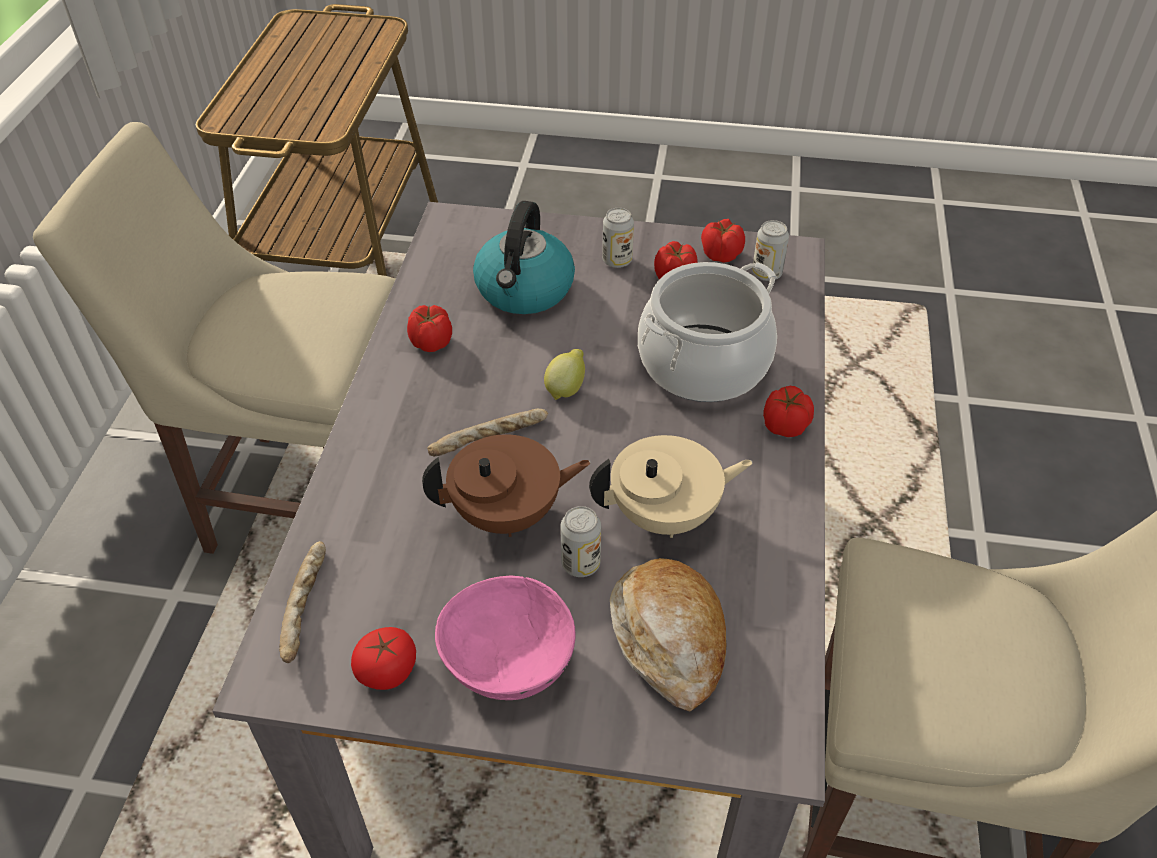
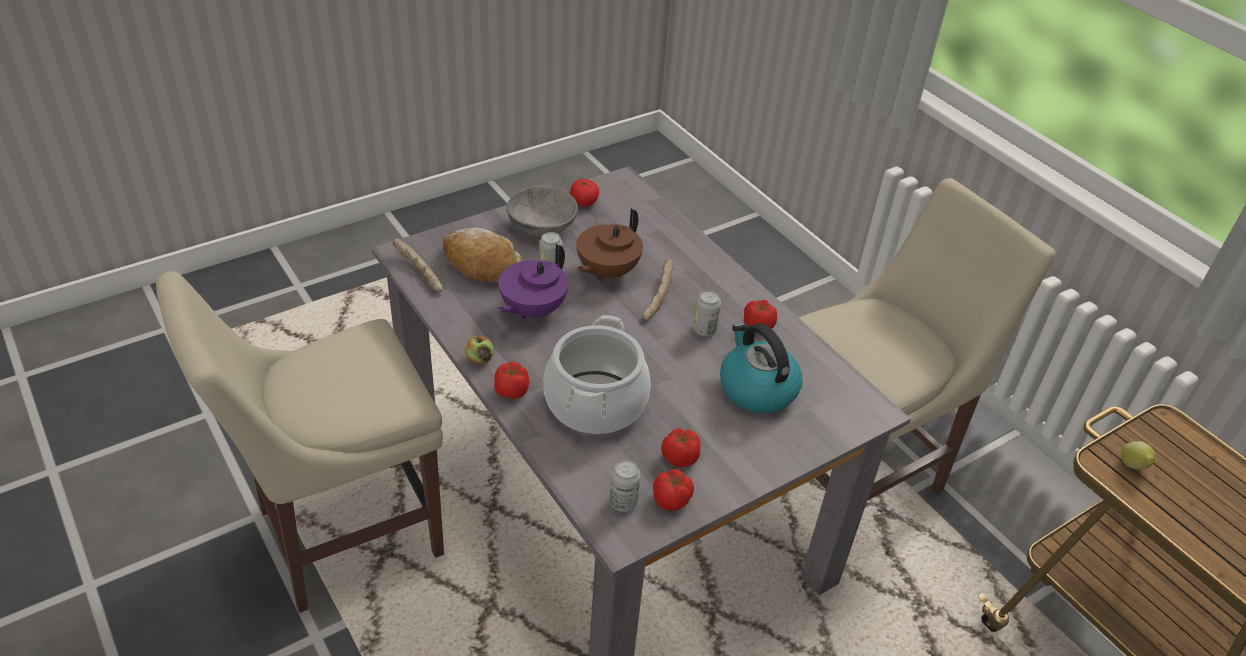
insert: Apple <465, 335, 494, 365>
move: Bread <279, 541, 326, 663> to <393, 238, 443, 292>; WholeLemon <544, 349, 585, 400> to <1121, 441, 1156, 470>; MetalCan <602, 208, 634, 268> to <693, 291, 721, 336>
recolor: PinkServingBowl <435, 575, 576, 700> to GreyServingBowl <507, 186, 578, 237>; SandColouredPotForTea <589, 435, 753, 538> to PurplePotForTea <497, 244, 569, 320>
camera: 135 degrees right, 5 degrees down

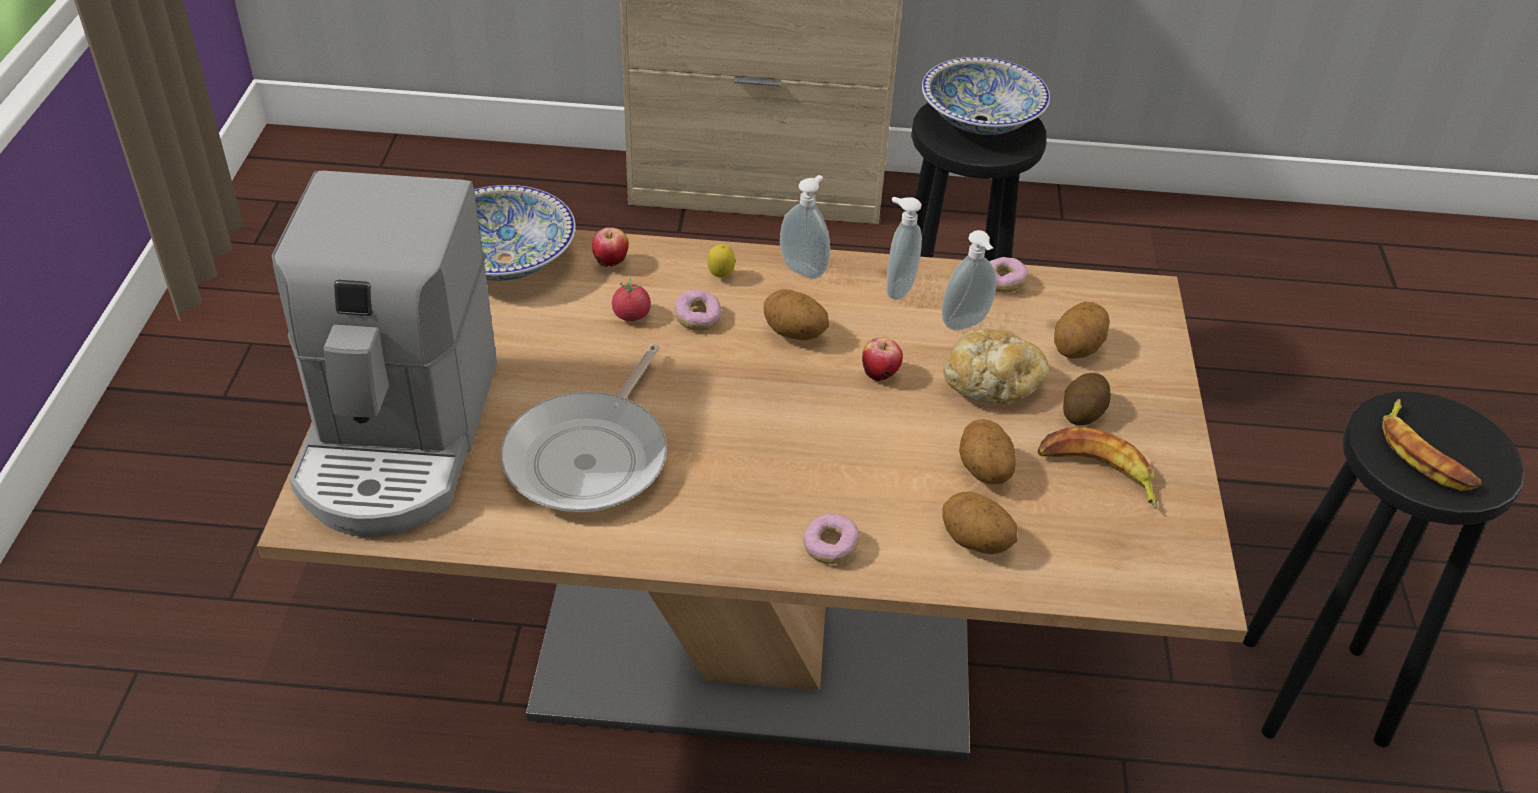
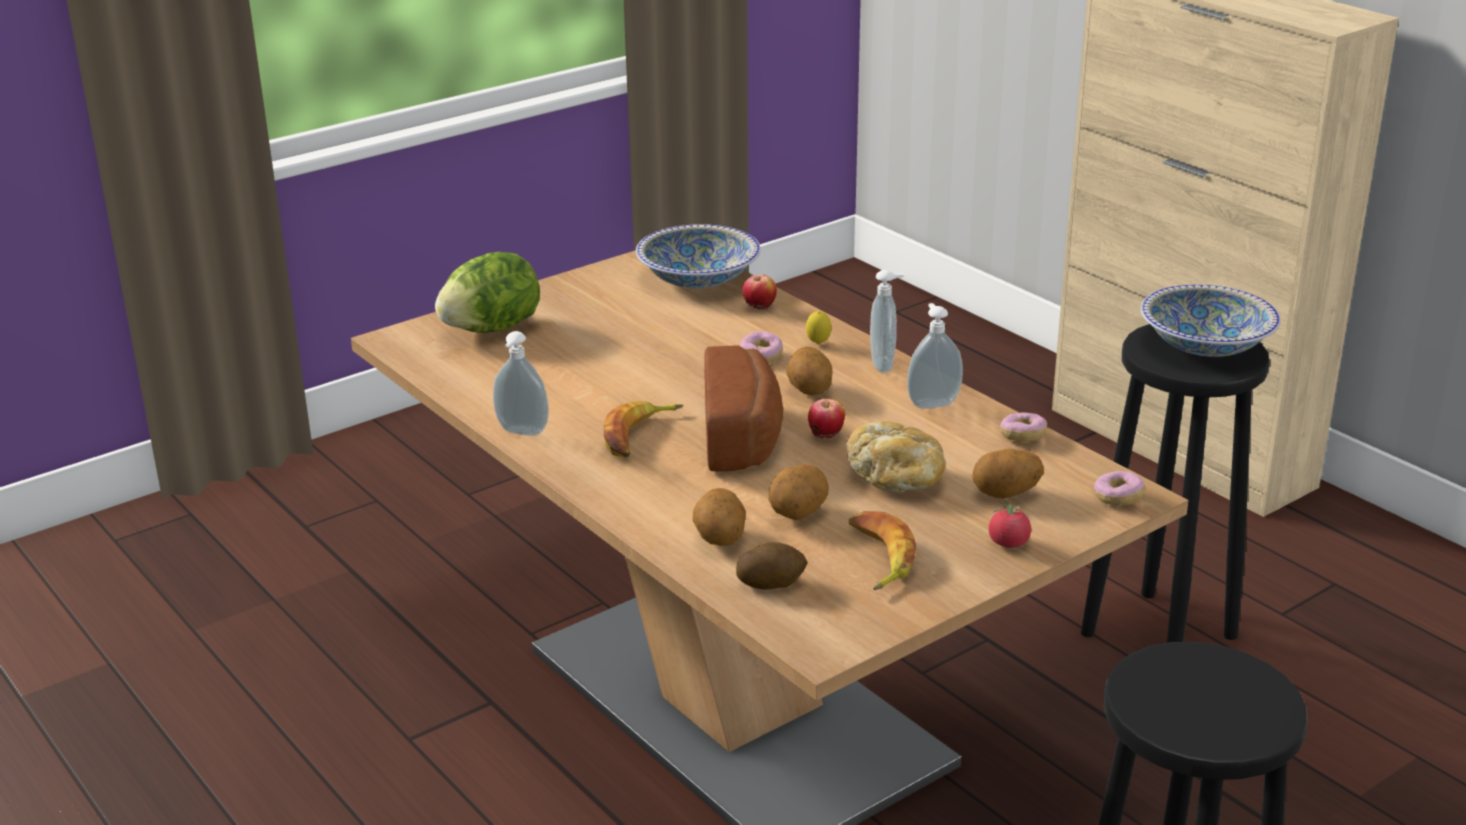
delete: Pan <501, 344, 667, 512>
insert: Bread <704, 345, 783, 472>
move: FreshTomato <612, 278, 651, 321> to <989, 501, 1031, 548>; RingDoughnut <803, 514, 860, 564> to <1094, 471, 1145, 506>; SoapDispenser <941, 230, 997, 330> to <493, 331, 549, 436>; WholePotato <1063, 373, 1111, 425> to <736, 542, 807, 590>; BananaFruit <1382, 399, 1482, 491> to <604, 401, 683, 457>
replace: CoffeeMaker <271, 171, 497, 537> to HeadOfLettuce <435, 252, 540, 333>
camera: 50 degrees right, 15 degrees down

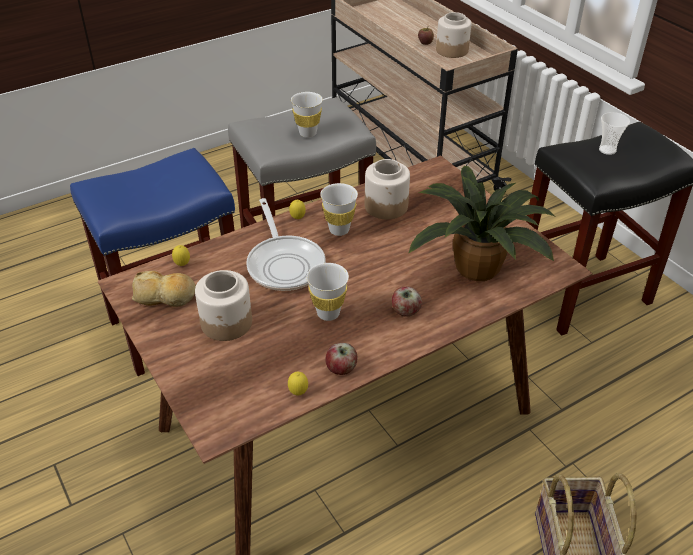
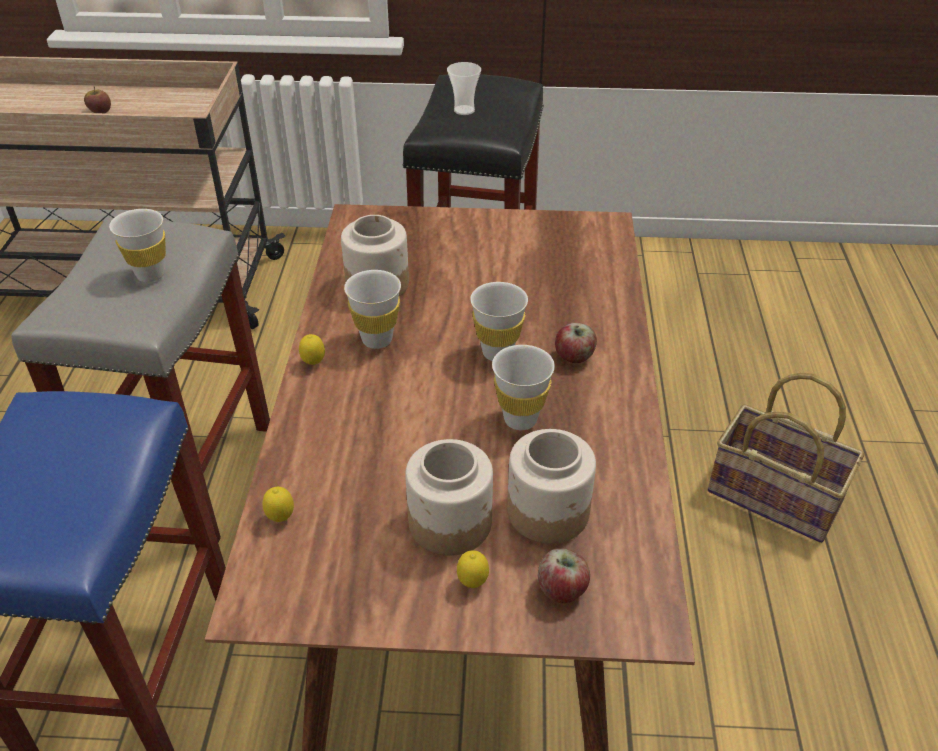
delete: Bread <132, 271, 196, 307>; Pan <246, 198, 325, 291>; Houseplant <408, 166, 556, 281>
insert: WhiteColouredDrinkingCup <470, 282, 528, 361>
move: WholeLemon <288, 372, 308, 395> to <457, 550, 489, 588>; Apple <325, 343, 357, 375> to <538, 548, 590, 603>; StorageJar <436, 12, 471, 58> to <507, 429, 596, 544>
camera: 55 degrees left, 0 degrees up

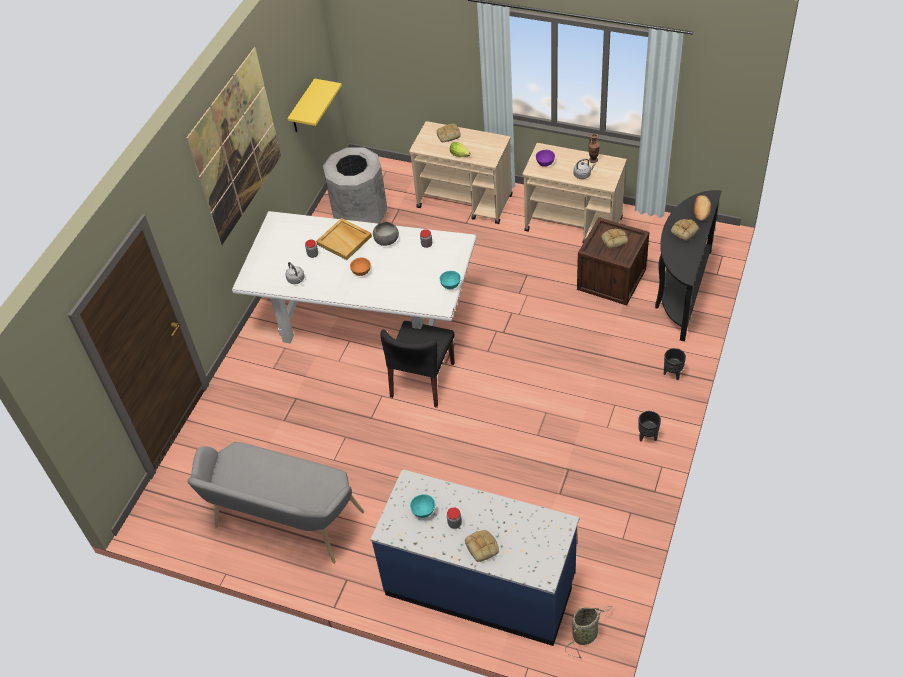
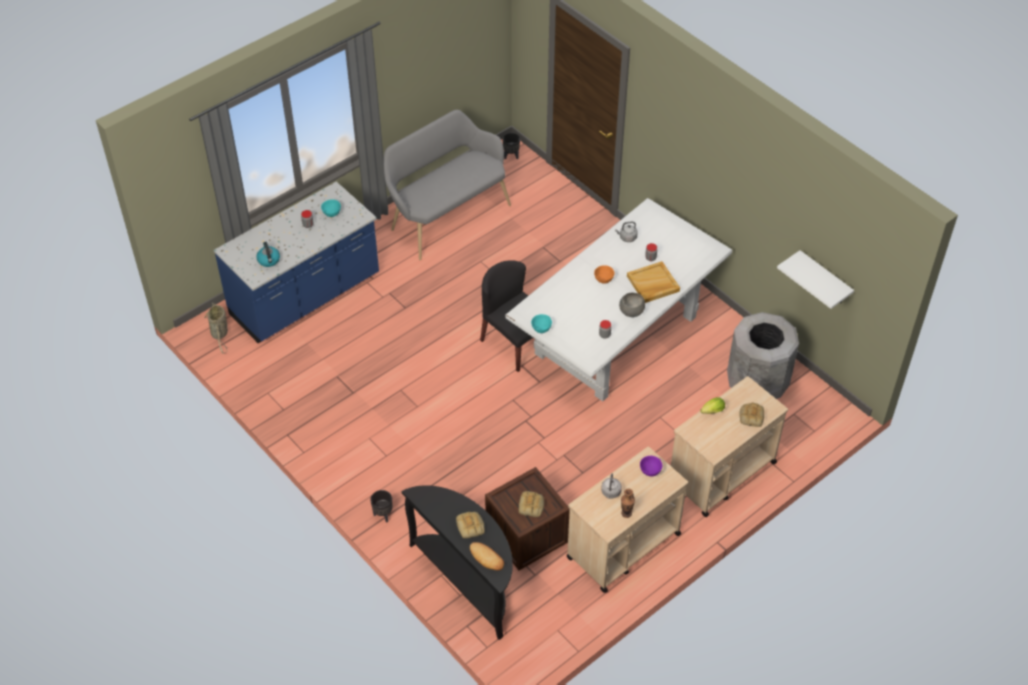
delete: WallPicture <186, 47, 281, 246>; Bread <465, 530, 499, 562>
insert: Kettle <256, 242, 280, 267>
move: BlackColouredFlowerPot <638, 411, 661, 442> to <502, 133, 520, 160>
recolor: YellowColouredWallShelf <287, 79, 342, 132> to WhiteColouredWallShelf <777, 250, 854, 309>
camera: 115 degrees right, 0 degrees up

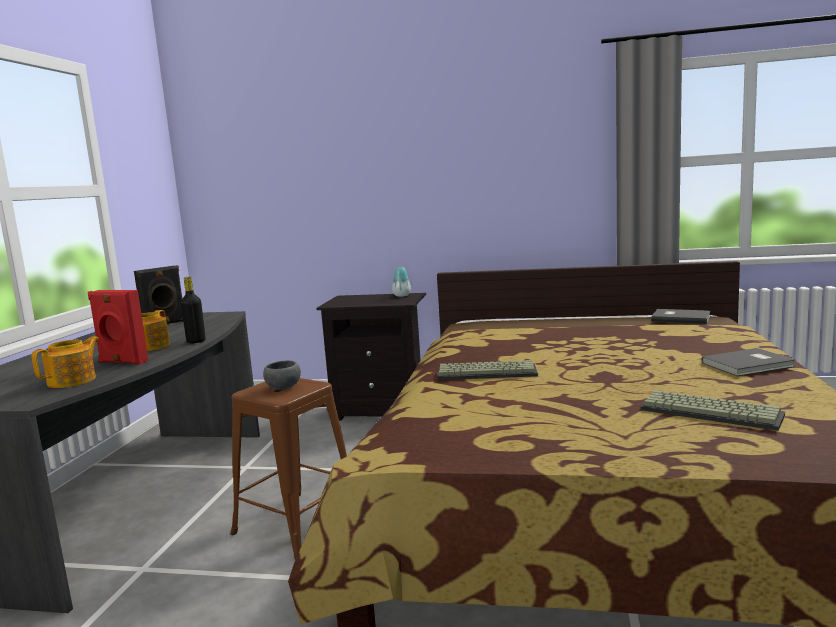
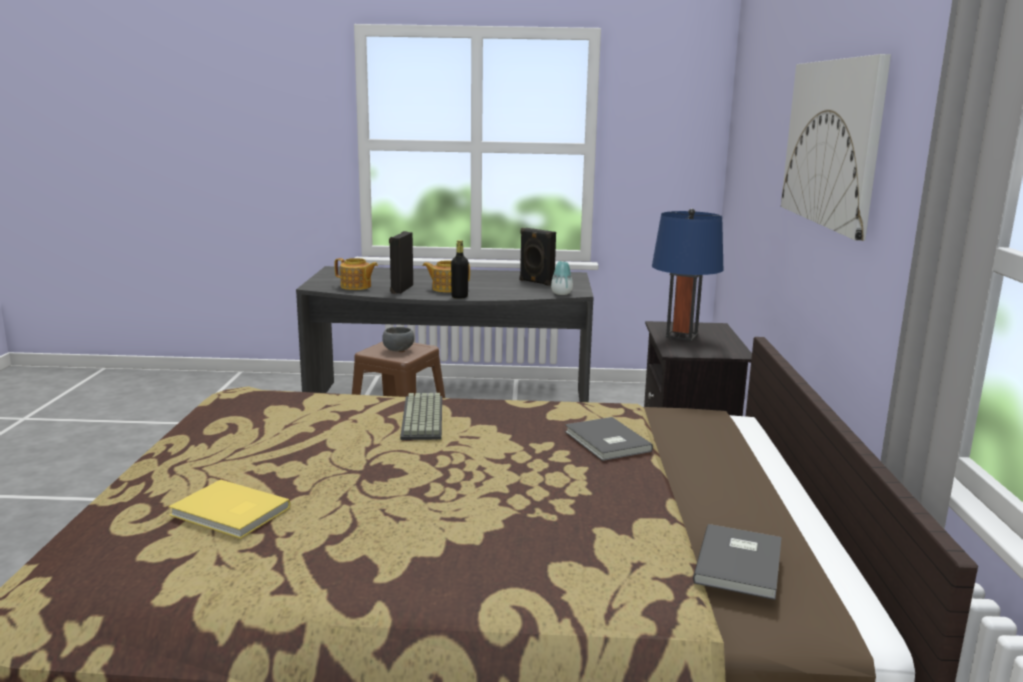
insert: BlueColouredTabletopLamp <652, 208, 724, 341>; WallPicture <781, 54, 891, 241>
move: FlowerVase <392, 267, 411, 297> to <551, 261, 573, 295>; GreyBook <701, 348, 796, 376> to <565, 417, 653, 461>
replace: PcKeyboard <640, 390, 785, 431> to YellowColouredBook <169, 479, 290, 539>
recolor: ReddishLoudspeaker <88, 290, 149, 365> to BlackColouredLoudspeaker <389, 231, 413, 294>
camera: 80 degrees right, 5 degrees up

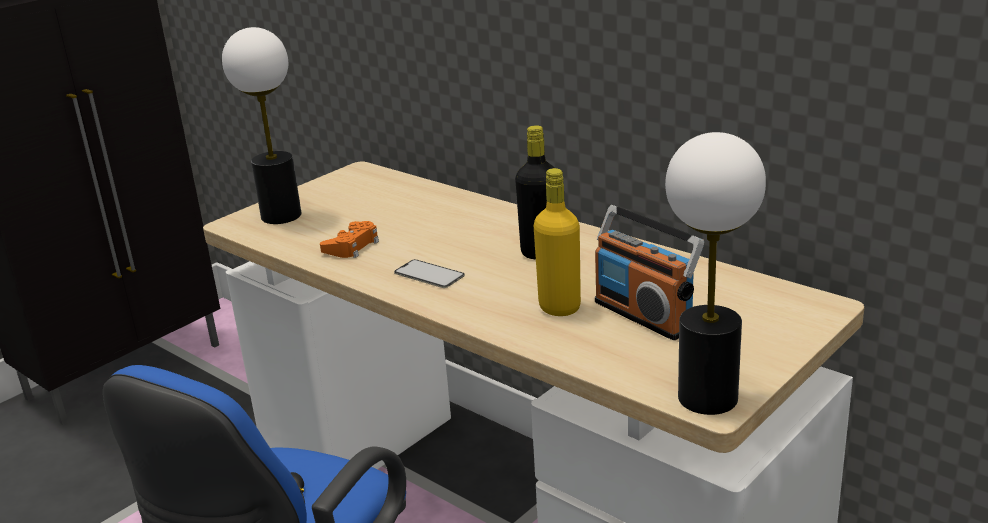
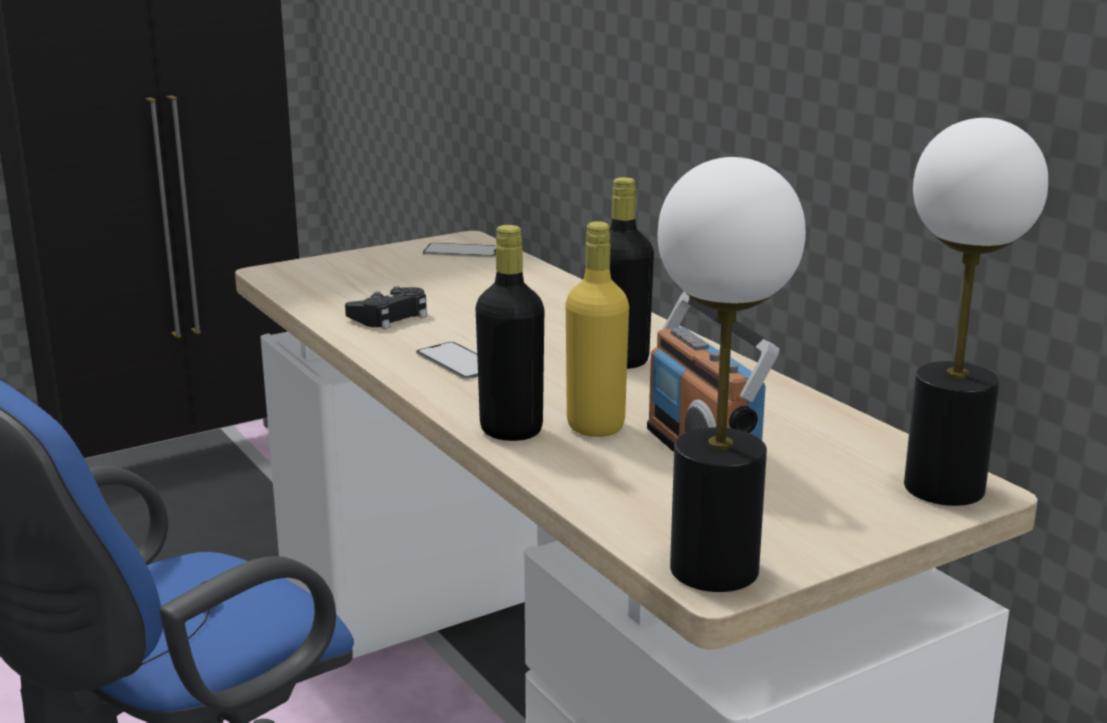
insert: Phone <423, 243, 496, 258>; BlackColouredBottle <475, 225, 544, 441>
move: TabletopLamp <222, 27, 302, 224> to <904, 118, 1048, 506>
recolor: OrangeJoypad <320, 221, 379, 258> to BlackColouredJoypad <345, 286, 427, 329>
camera: 15 degrees right, 5 degrees down

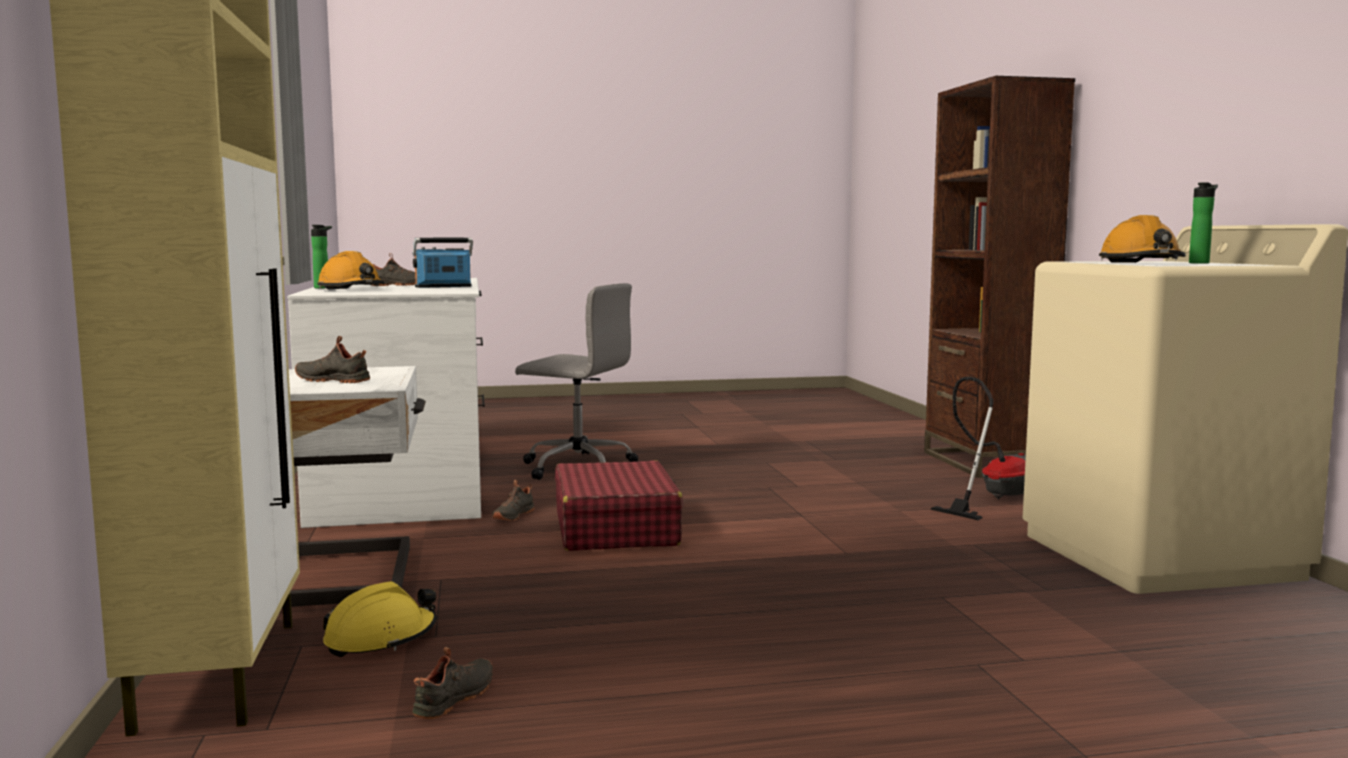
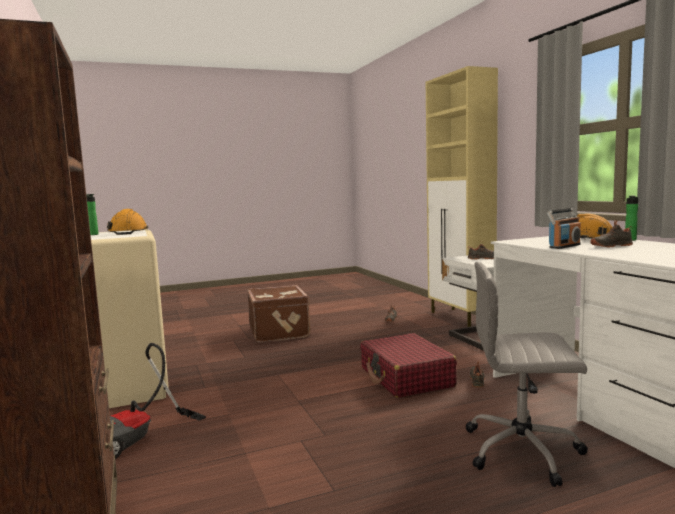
delete: YellowColouredHardHat <323, 581, 437, 657>
insert: BrownTravelCase <247, 285, 310, 342>
camera: 170 degrees right, 0 degrees up

